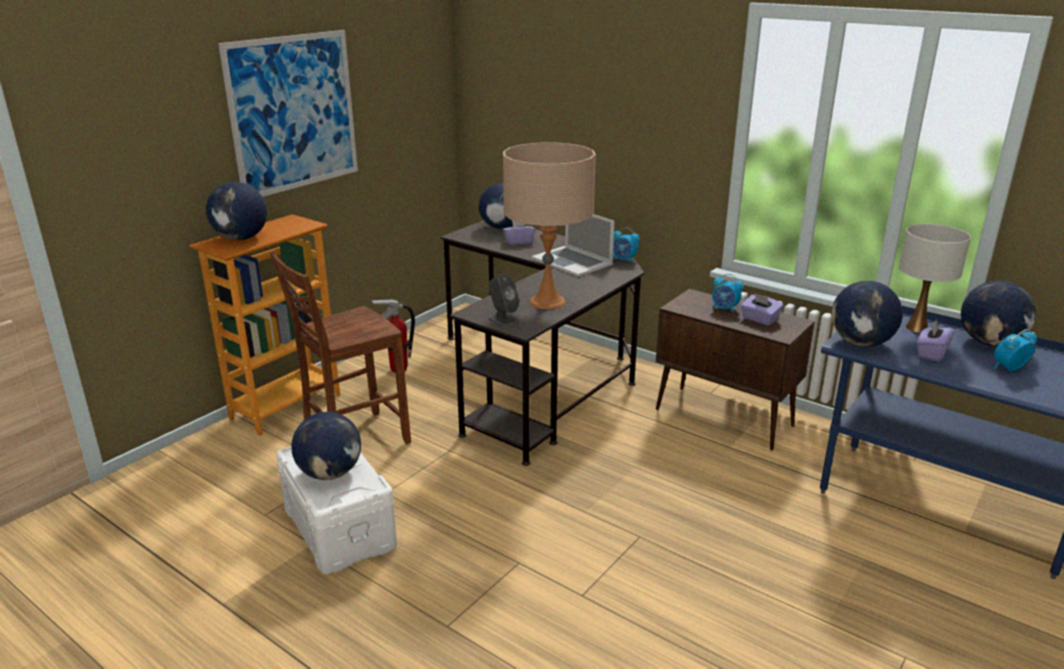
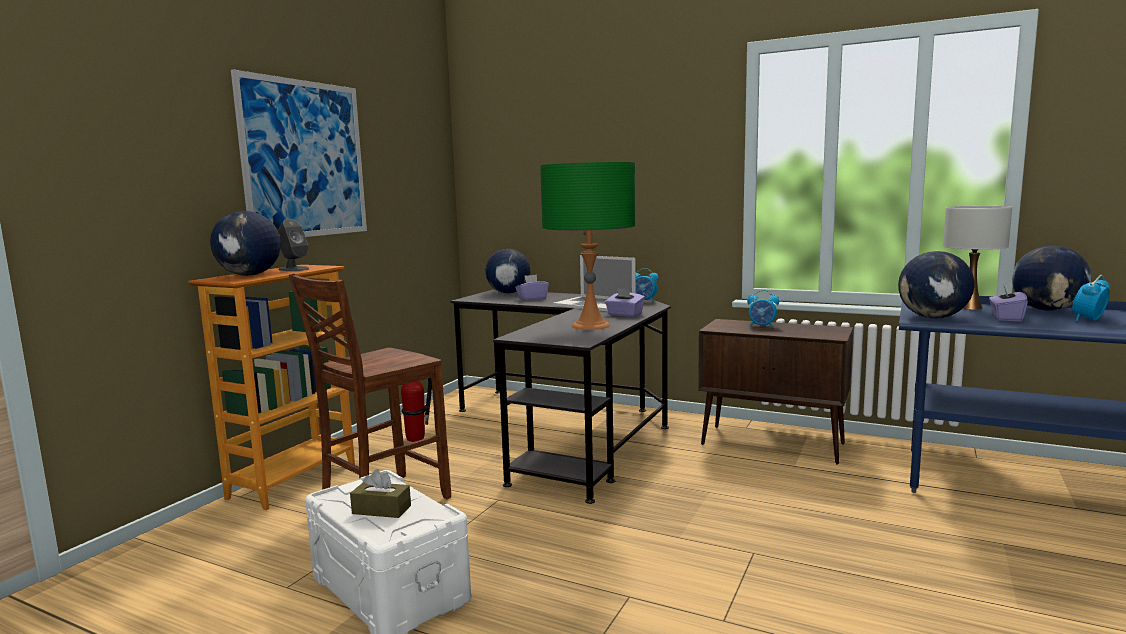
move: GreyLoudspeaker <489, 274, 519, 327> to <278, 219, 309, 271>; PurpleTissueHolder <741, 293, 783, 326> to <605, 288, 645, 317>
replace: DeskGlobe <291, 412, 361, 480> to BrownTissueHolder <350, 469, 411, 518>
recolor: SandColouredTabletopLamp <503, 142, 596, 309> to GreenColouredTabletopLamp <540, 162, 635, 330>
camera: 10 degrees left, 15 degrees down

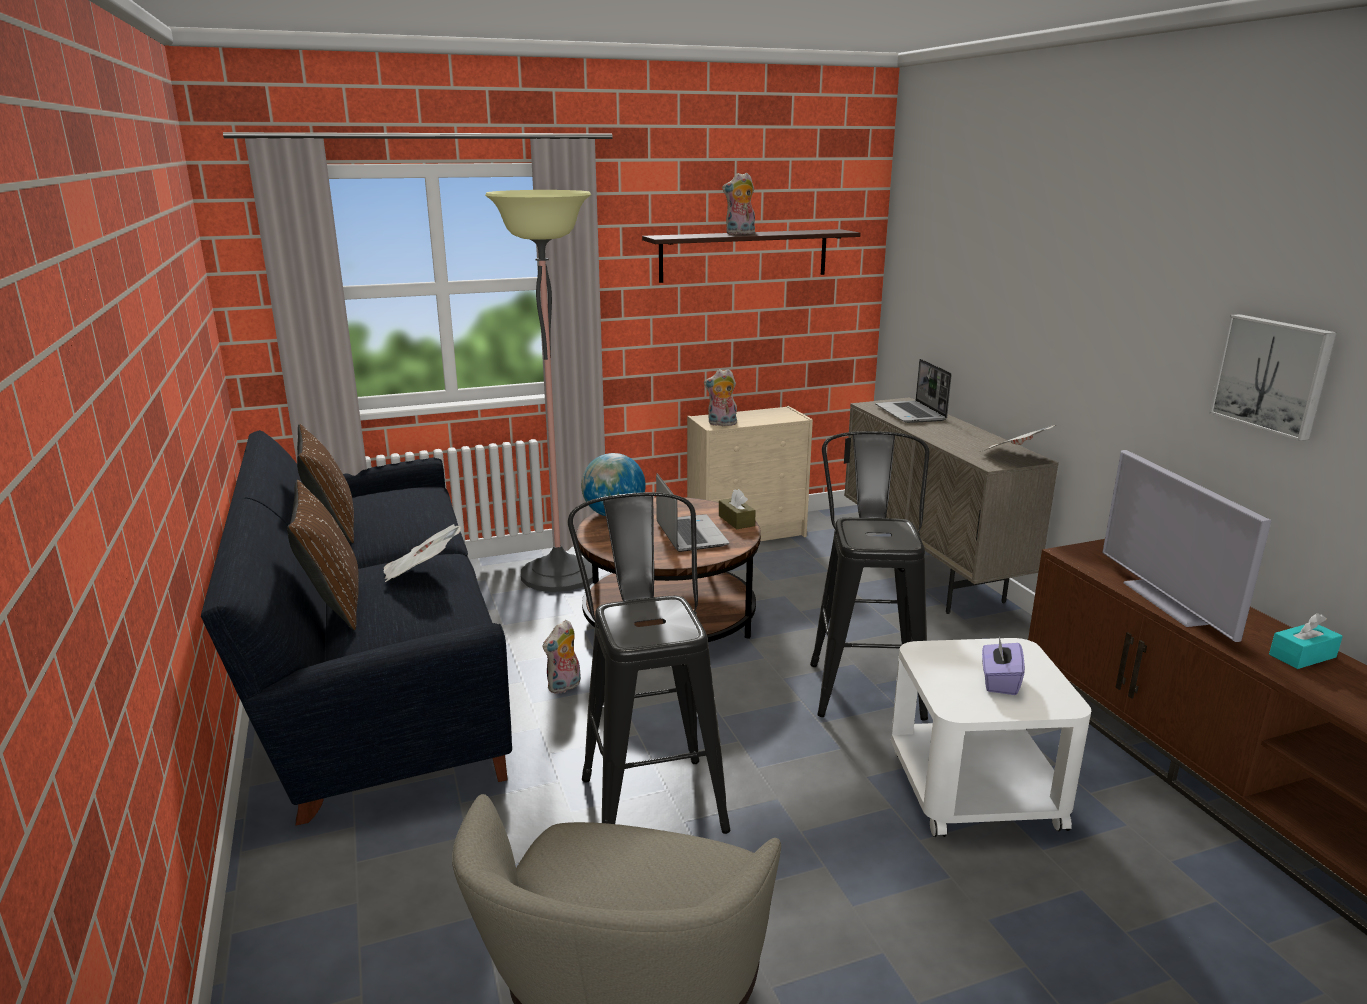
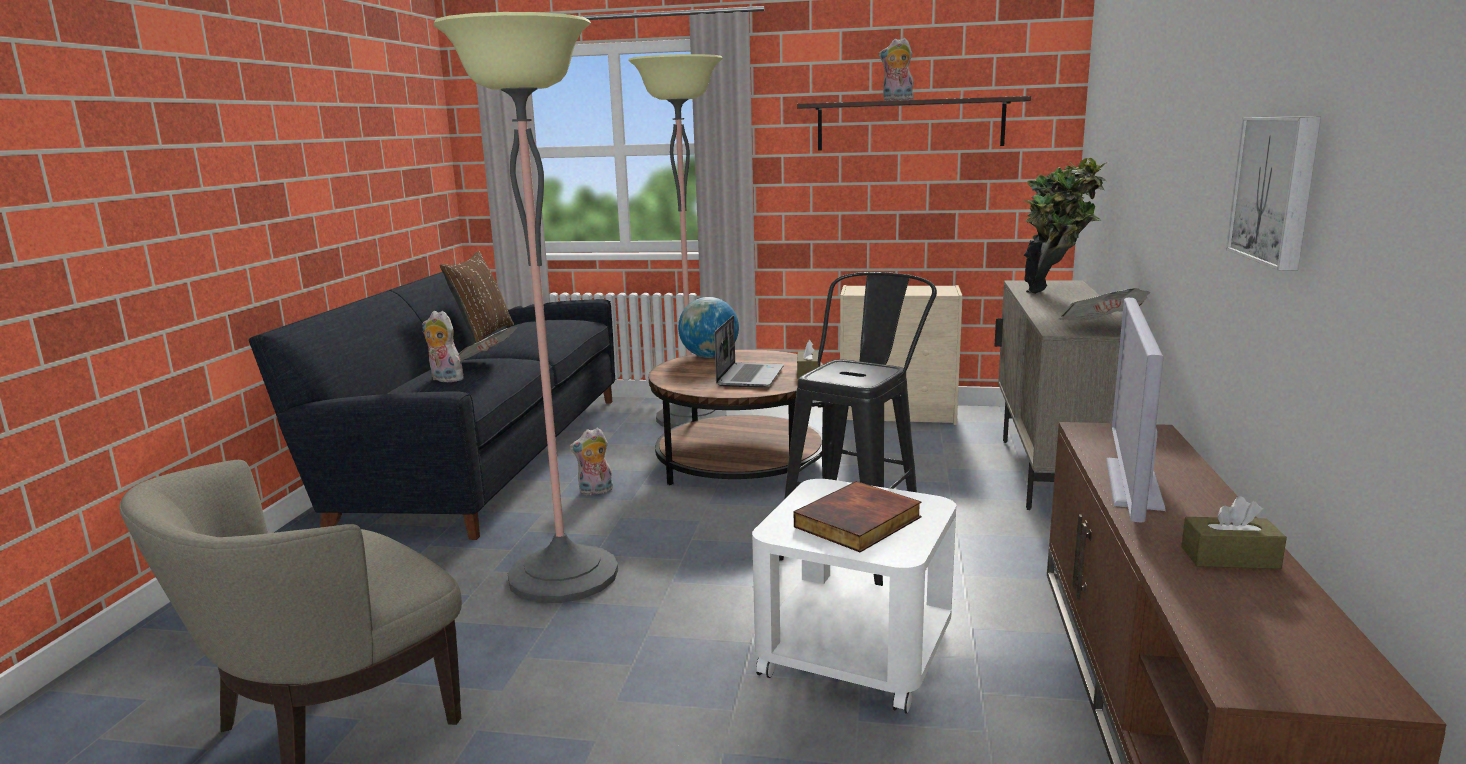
delete: BrownThrowPillow <287, 480, 359, 630>
move: SoftToy <704, 369, 737, 426> to <422, 311, 465, 382>
replace: BlackColouredStoolSeat <568, 492, 730, 834> to StandingLamp <434, 12, 618, 603>; NotebookComputer <875, 359, 952, 423> to Houseplant <1023, 158, 1108, 294>; PurpleTissueHolder <982, 636, 1025, 695> to Book <794, 481, 922, 552>
recolor: TurquoiseColouredTissueHolder <1269, 613, 1343, 669> to BrownTissueHolder <1181, 496, 1287, 569>
camera: 30 degrees right, 5 degrees down

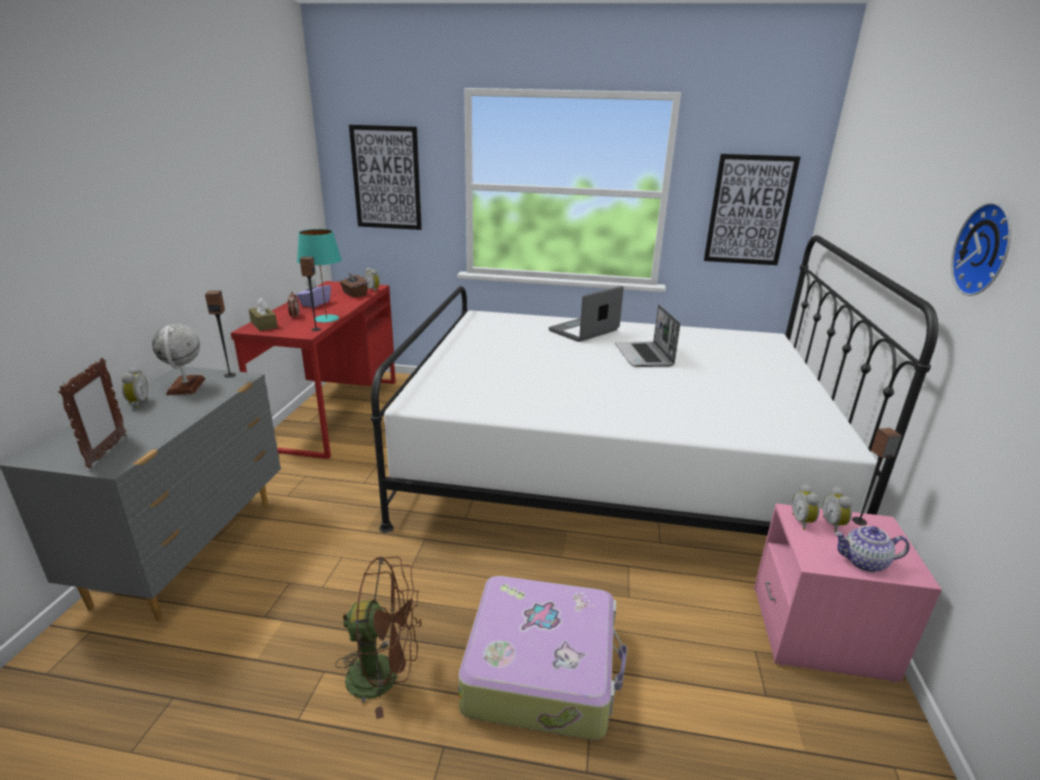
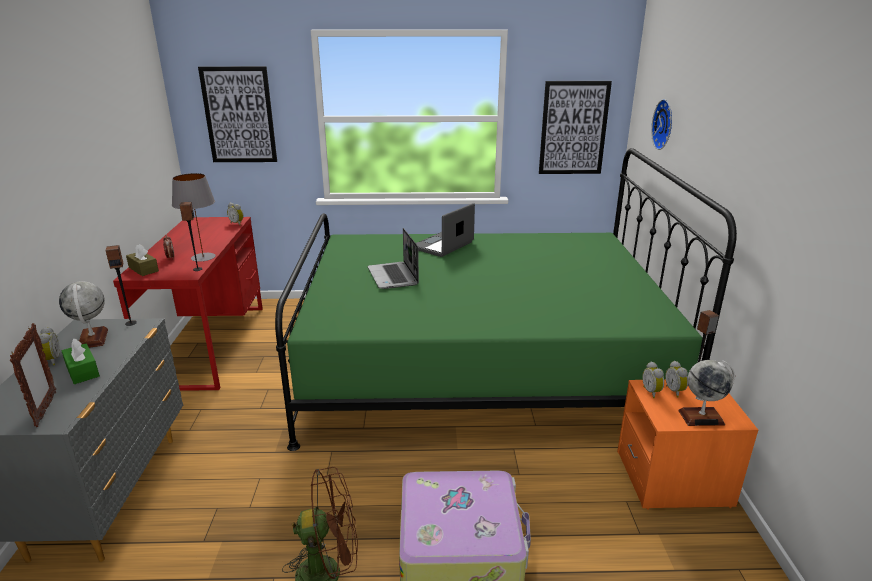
delete: PurpleTissueHolder <297, 279, 331, 307>; BrownTissueHolder <340, 271, 368, 297>
insert: GreenColouredTissueHolder <62, 338, 100, 384>
move: NotebookComputer <615, 305, 680, 367> to <367, 228, 419, 289>; ClockOnTheWall <951, 202, 1011, 296> to <651, 99, 672, 150>
replace: PotForTea <834, 526, 910, 572> to DeskGlobe <678, 360, 735, 426>
recolor: TurquoiseColouredTabletopLamp <297, 229, 342, 323> to GreyTabletopLamp <172, 173, 216, 262>; WhiteColouredSleepingBed <371, 235, 938, 536> to GreenColouredSleepingBed <275, 148, 737, 451>; PinkBedsideTable <754, 503, 942, 683> to OrangeBedsideTable <617, 380, 758, 510>
camera: 10 degrees left, 0 degrees up

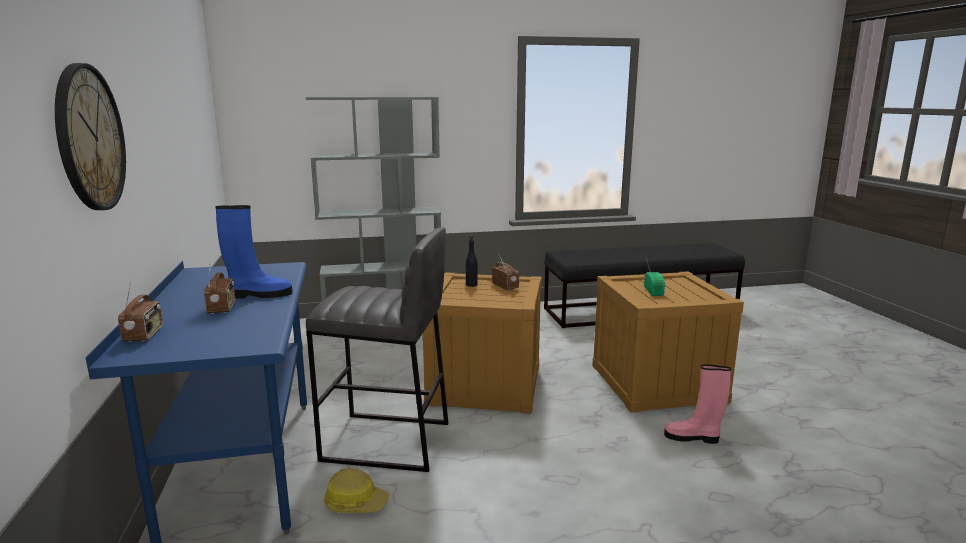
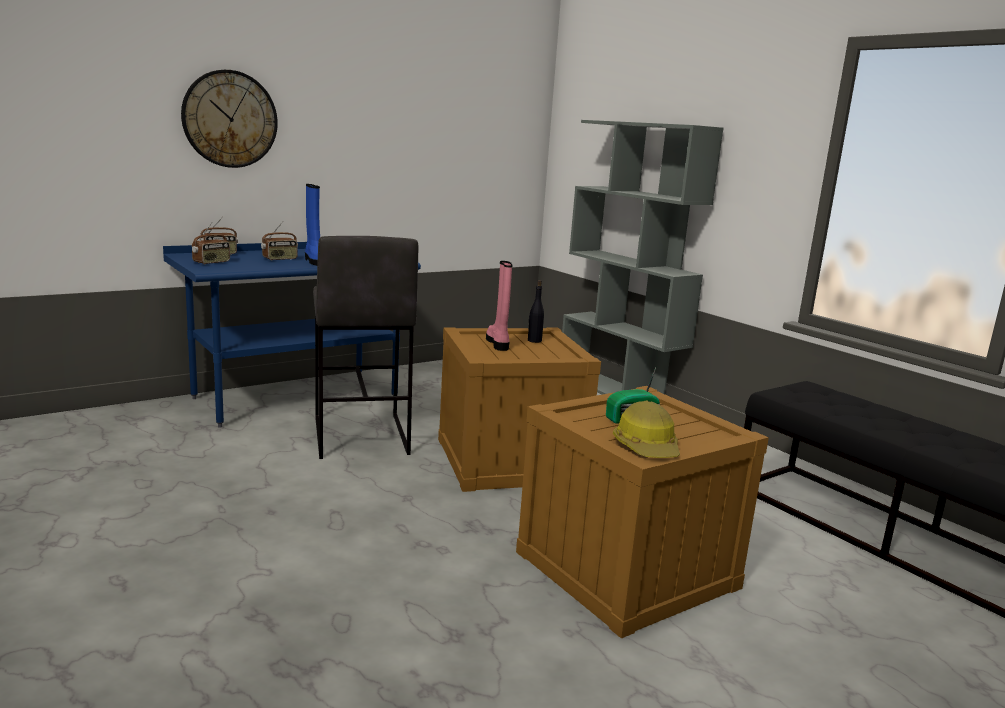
move: HardHat <324, 468, 390, 513> to <613, 401, 680, 458>; RadioSet <492, 254, 519, 290> to <192, 223, 230, 264>; PinkBoot <664, 364, 731, 444> to <486, 261, 512, 351>
camera: 65 degrees right, 0 degrees up

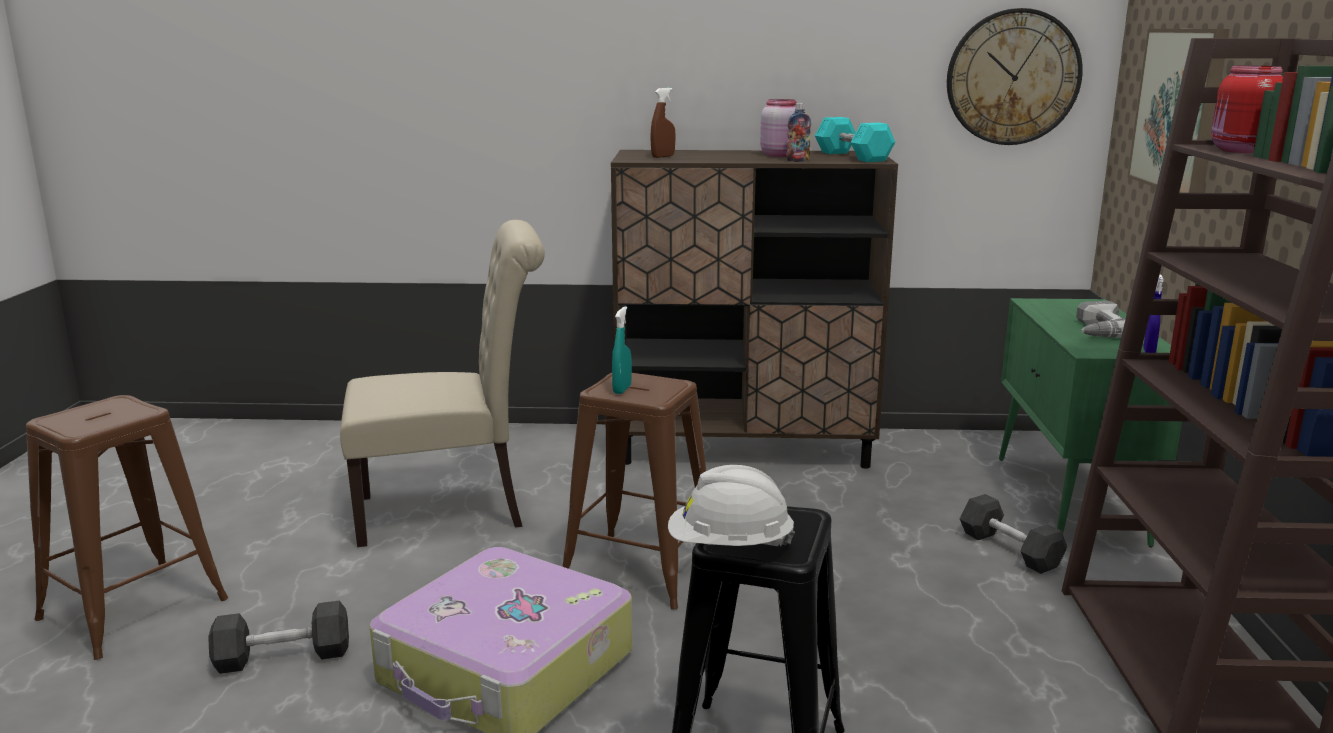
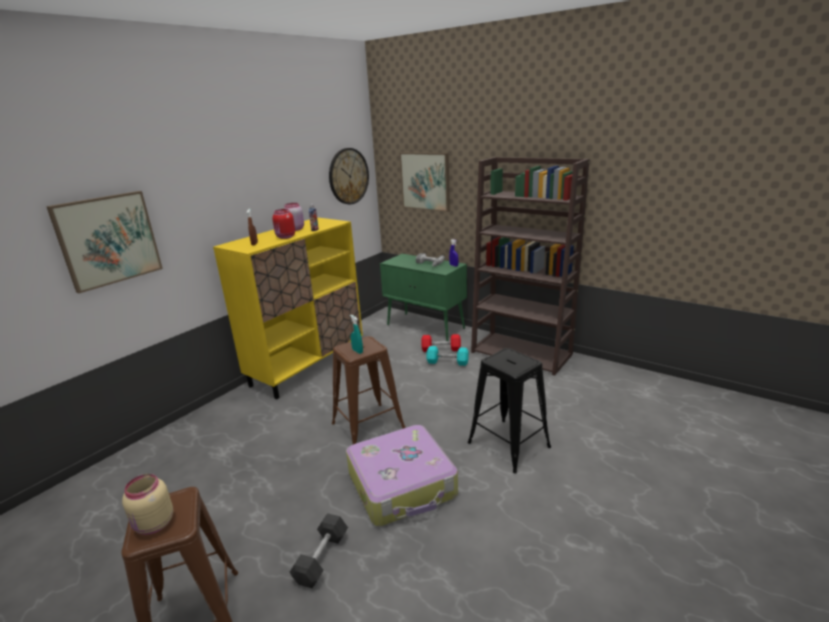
delete: SandColouredPlainChair <340, 220, 545, 547>; WhiteColouredHardHat <668, 465, 795, 547>
insert: WallPicture <46, 191, 163, 293>; SandColouredStorageJar <122, 474, 173, 535>
move: TurquoiseColouredFreeWeight <815, 117, 895, 162> to <426, 346, 469, 366>; ReddishStorageJar <1211, 66, 1283, 153> to <272, 209, 295, 239>
recolor: BrownStorageCabinet <611, 150, 898, 469> to YellowColouredStorageCabinet <213, 217, 363, 399>; GreyFreeWeight <960, 494, 1067, 574> to ReddishFreeWeight <421, 334, 461, 352>
camera: 55 degrees left, 5 degrees up

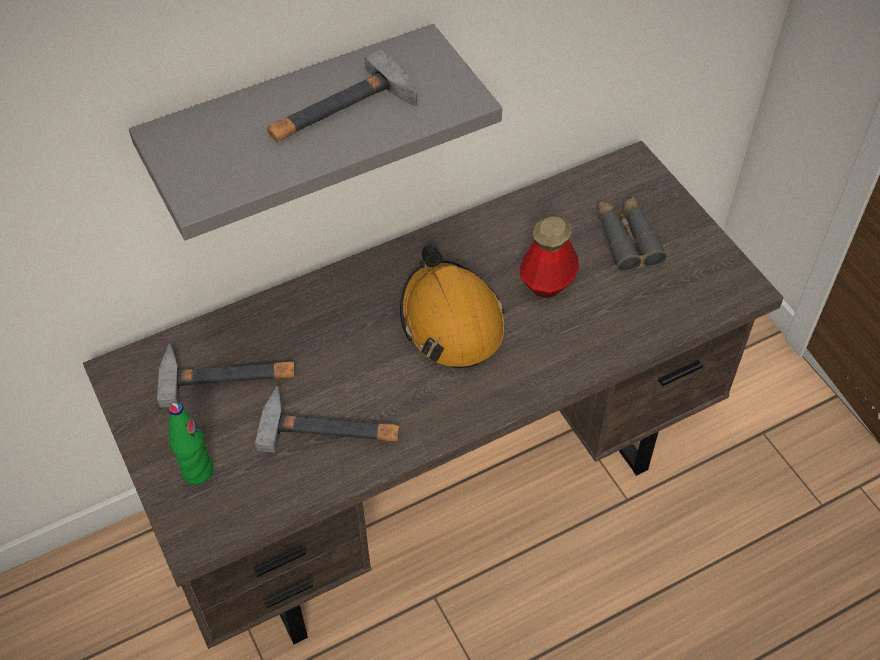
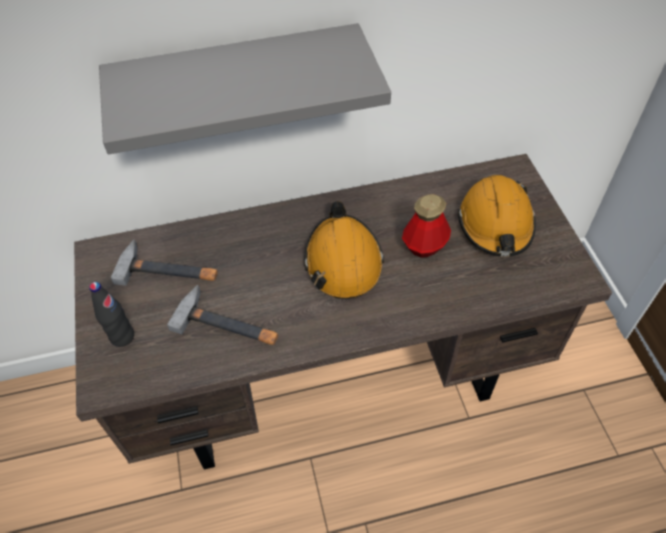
delete: HandHammer <267, 49, 417, 141>
replace: GreyBinoculars <597, 196, 667, 272> to OrangeHardHat <458, 175, 536, 257>
recolor: GreenColouredBottle <169, 402, 214, 485> to BlackColouredBottle <89, 282, 134, 347>
camera: 15 degrees right, 0 degrees up

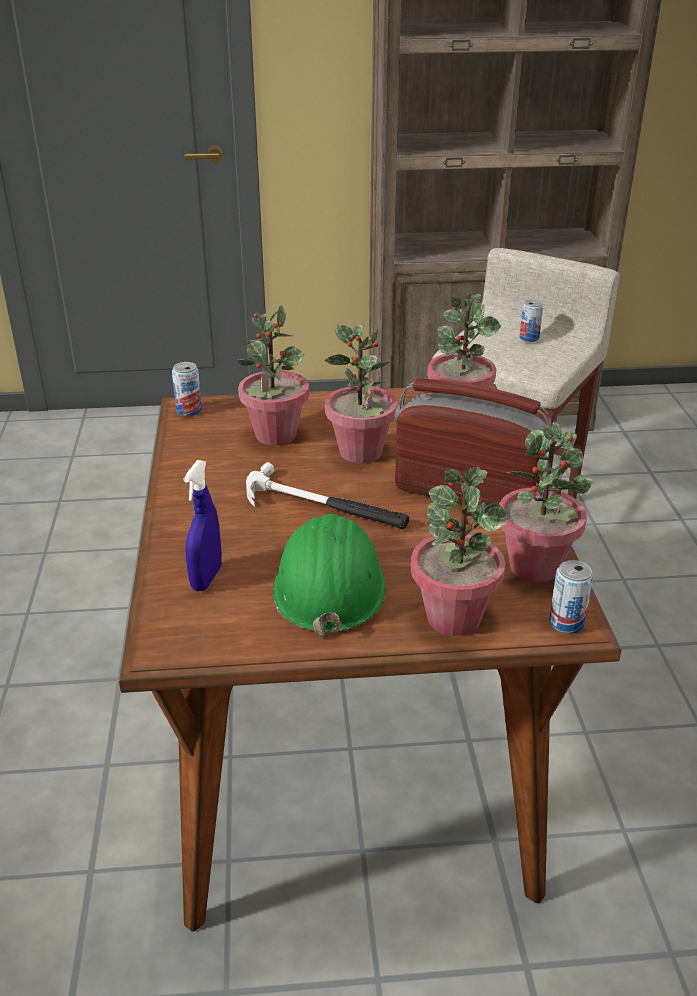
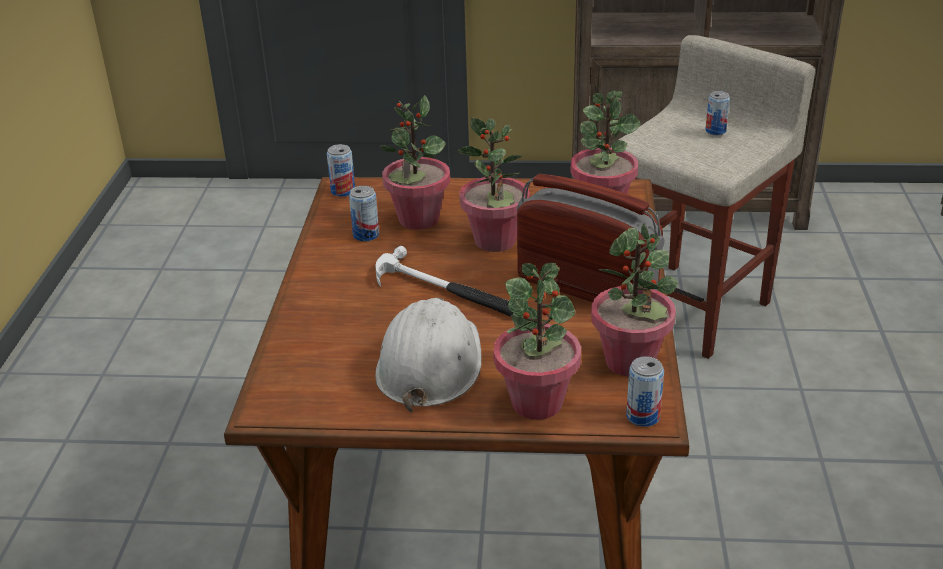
delete: BlueColouredHandSprayer <184, 460, 222, 591>
insert: MetalCan <349, 186, 379, 242>
recolor: GreenColouredHardHat <273, 514, 386, 639> to WhiteColouredHardHat <375, 298, 482, 412>
camera: 10 degrees right, 0 degrees up

